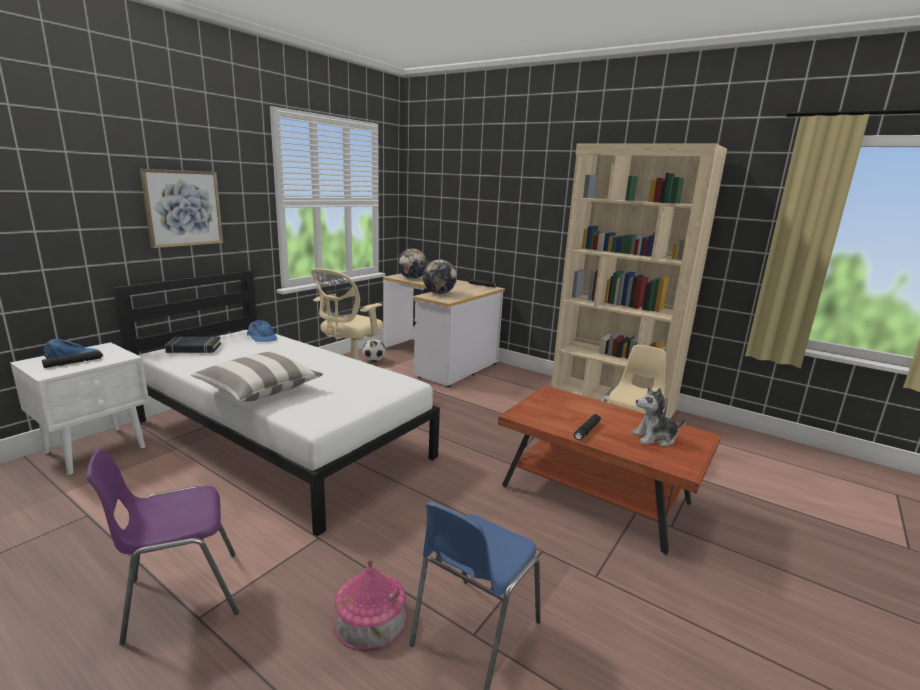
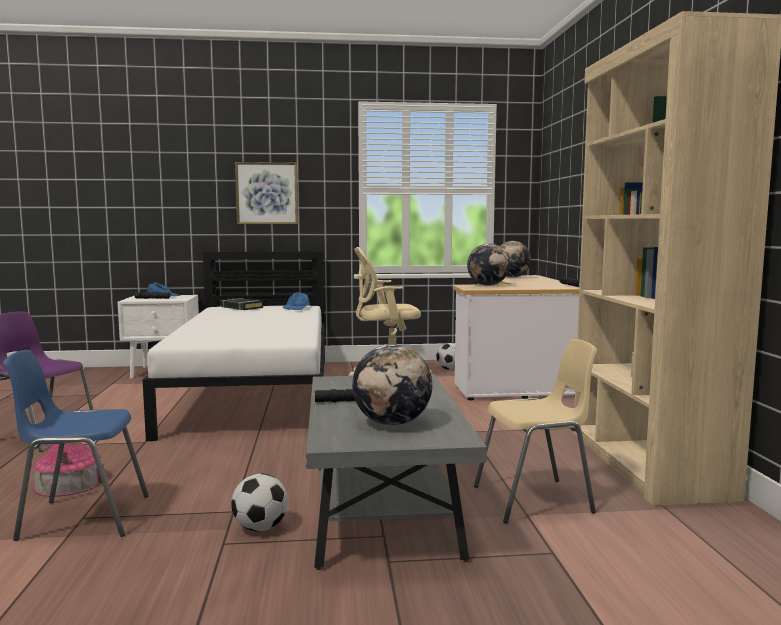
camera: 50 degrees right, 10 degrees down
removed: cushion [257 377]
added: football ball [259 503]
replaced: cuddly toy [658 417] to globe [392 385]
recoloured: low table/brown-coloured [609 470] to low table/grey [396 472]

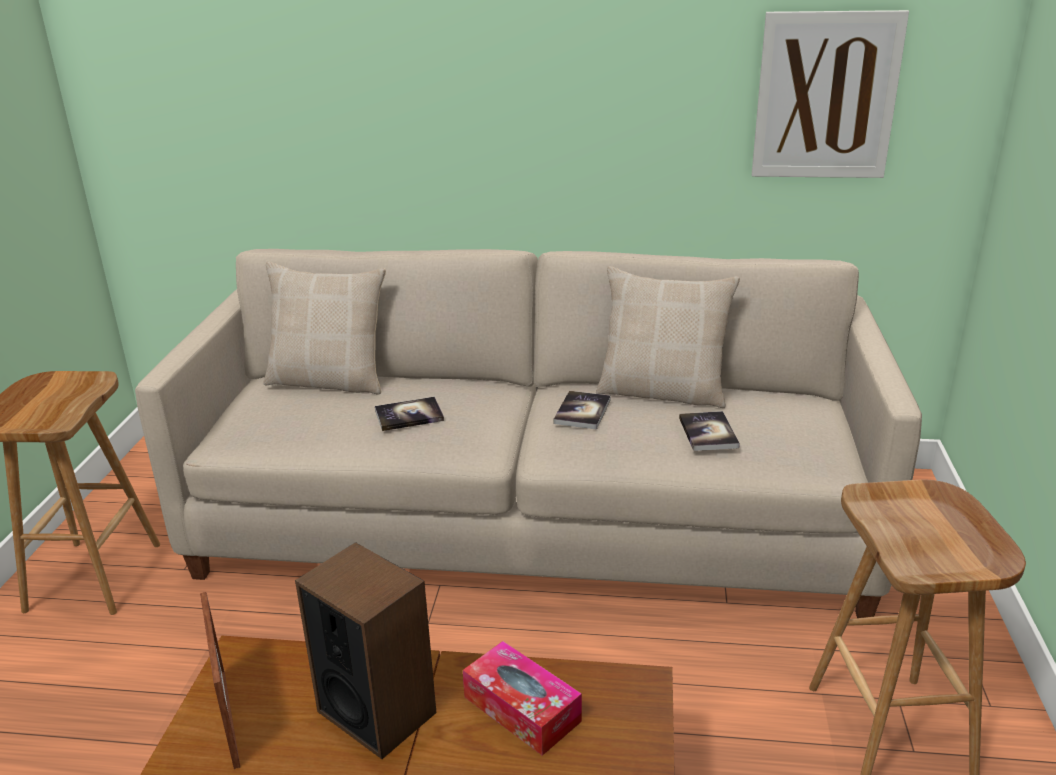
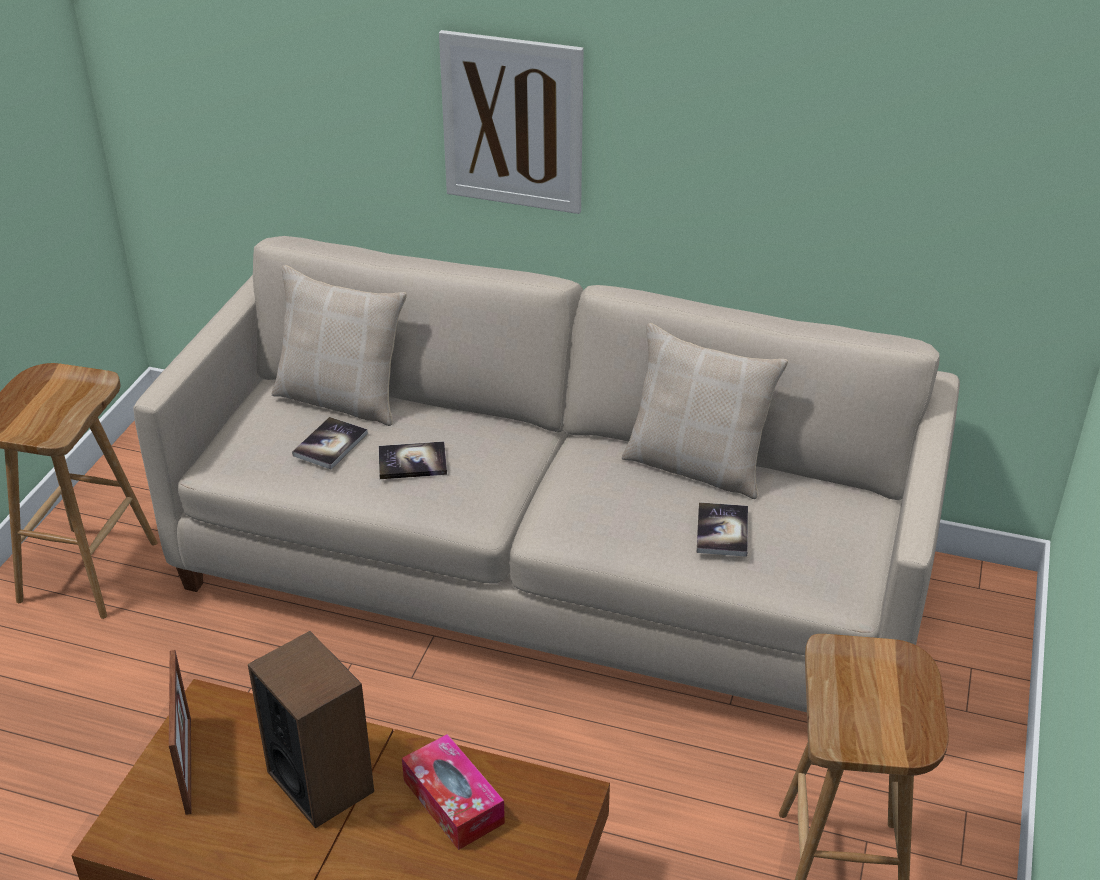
camera: 10 degrees right, 10 degrees up
moved: wall art [830 94] to [511 122]; volume [582 410] to [330 443]

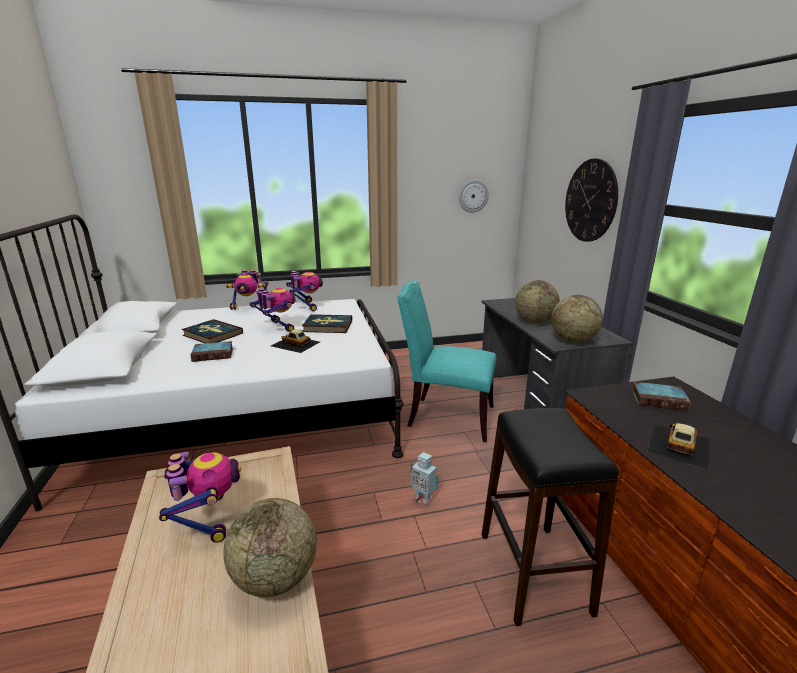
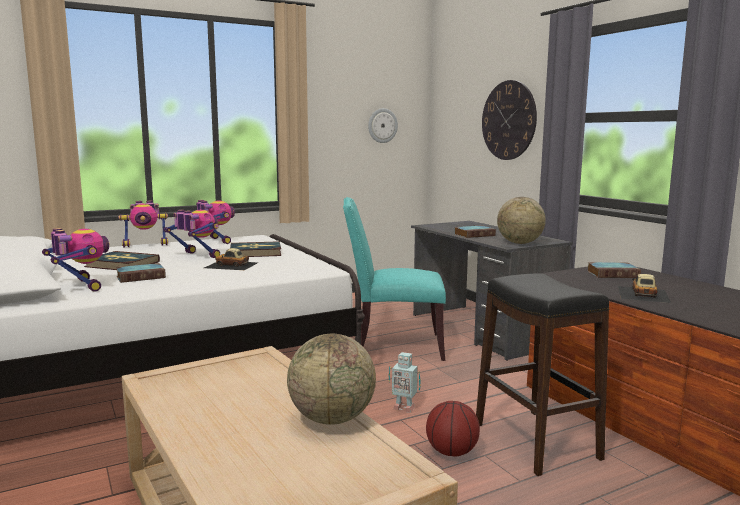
camera: 15 degrees left, 10 degrees down
added: ball for basketball [453 428]
moved: toy robot [200 496] to [76 260]
replaced: globe [537 301] to volume [475 231]

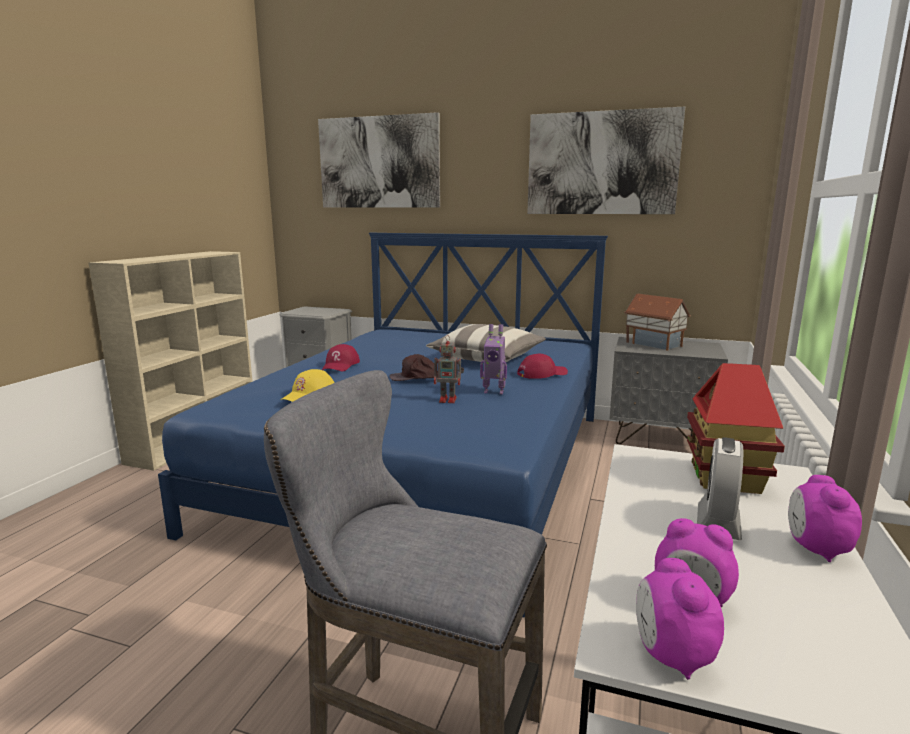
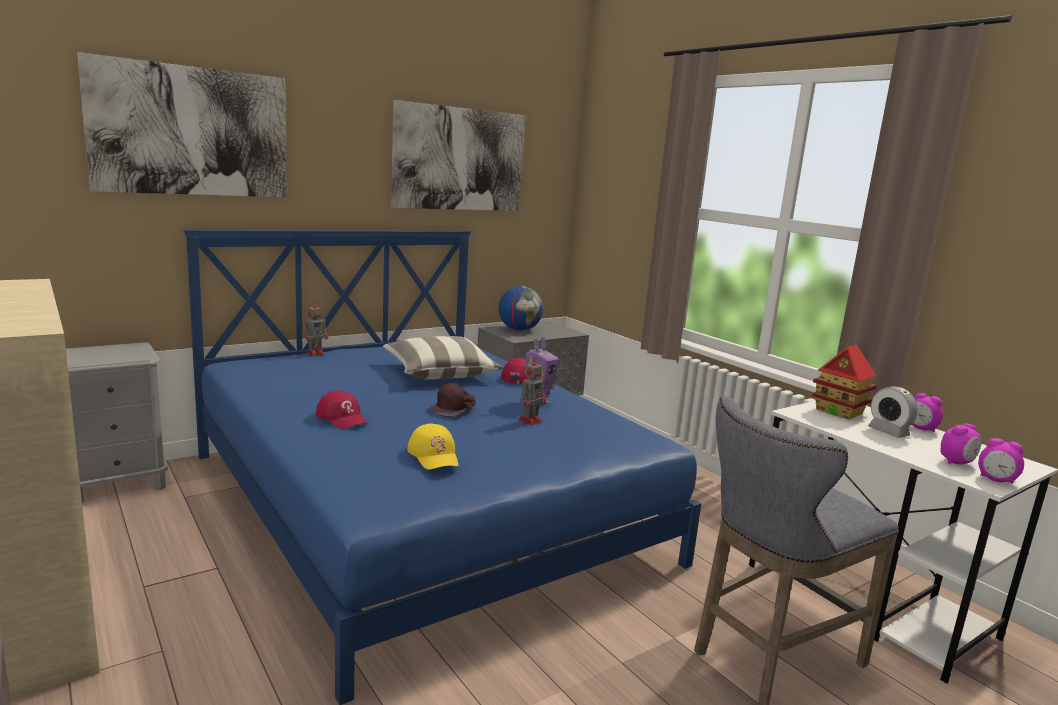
camera: 55 degrees left, 0 degrees up
added: toy robot [316 328]
replaced: model house [657 322] to globe [520 308]

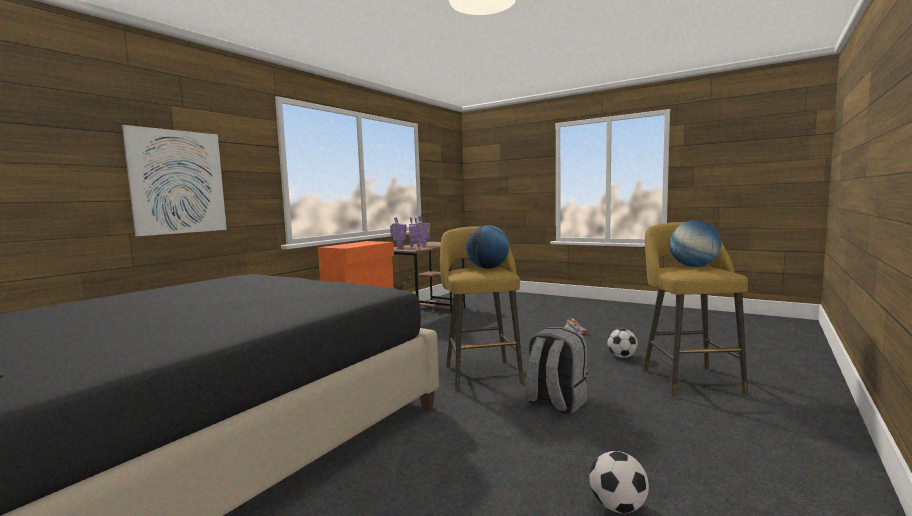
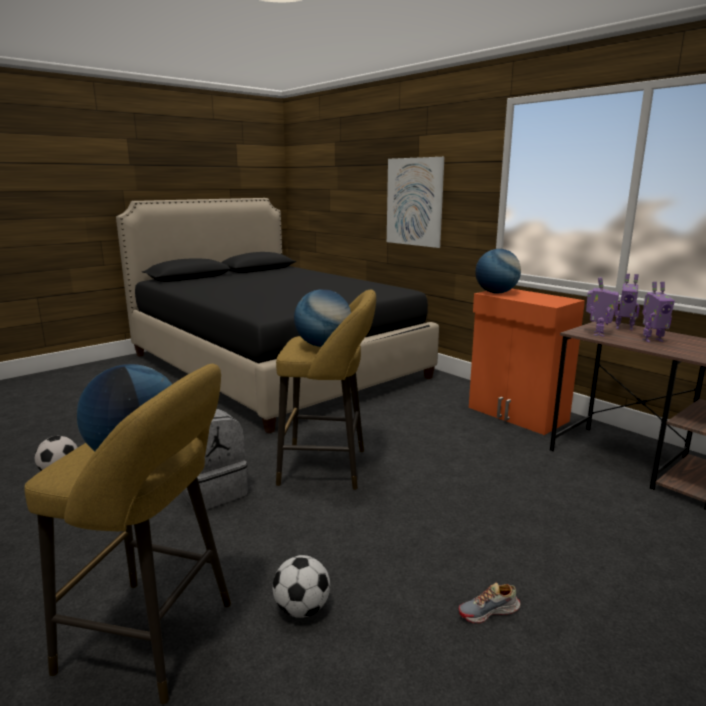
camera: 105 degrees right, 10 degrees up
added: globe [498 271]

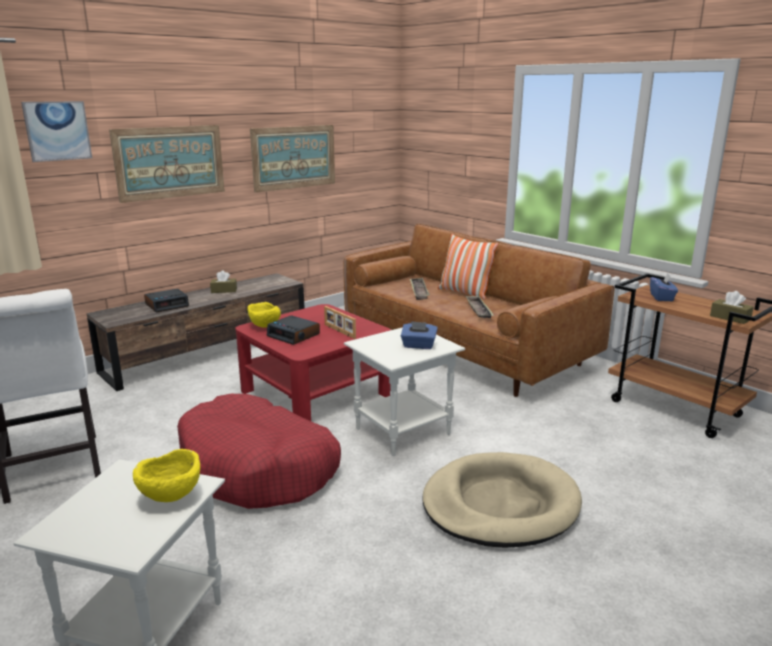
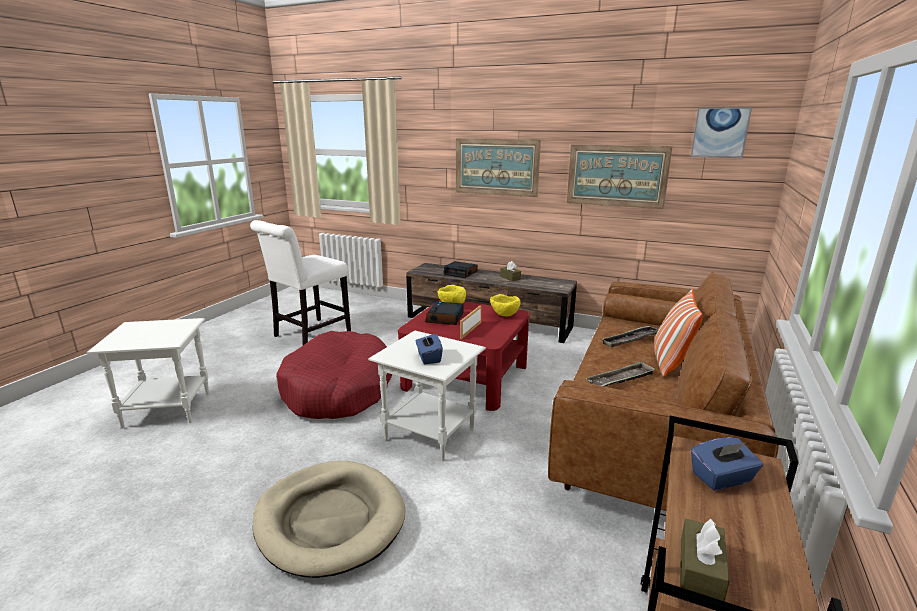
camera: 65 degrees right, 0 degrees up
moved: wall art [56 131] to [721 132]; bowl/yellow-coloured [166 475] to [505 305]

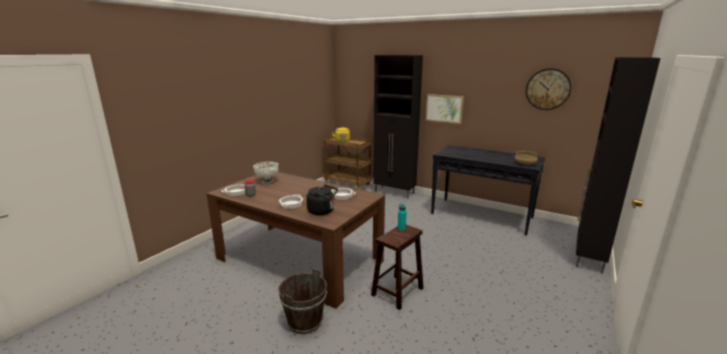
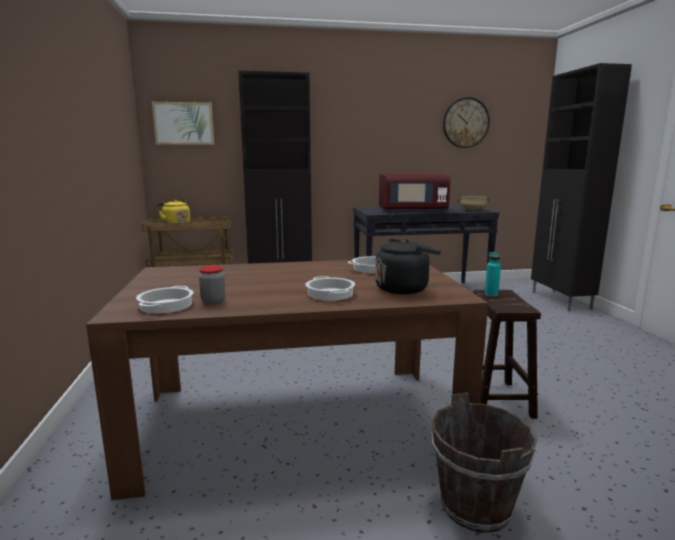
camera: 40 degrees left, 5 degrees down
removed: bowl/white [265 172]
added: microwave oven/reddish [415 193]
moved: wall art [444 109] to [183 123]

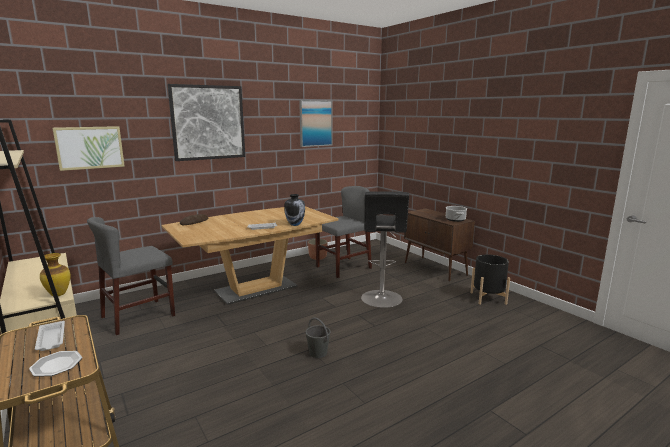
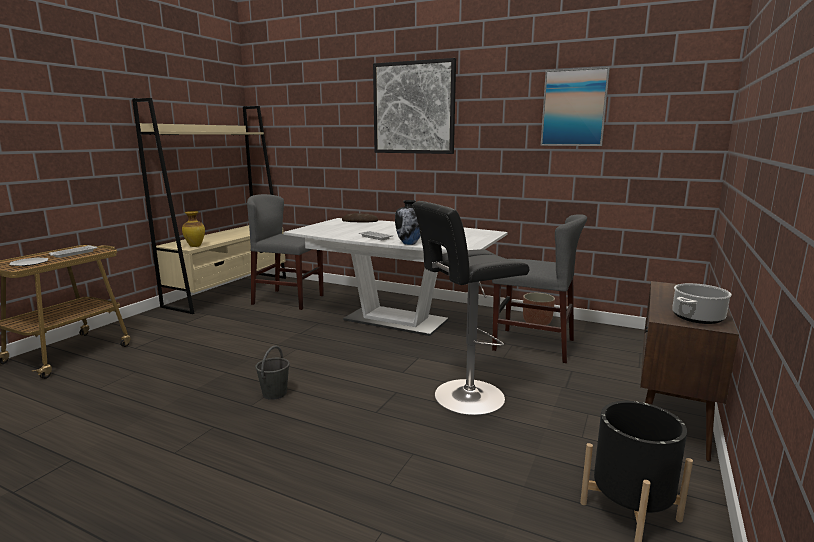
camera: 60 degrees right, 0 degrees up
removed: wall art [89 148]
recoloured: dining table/brown-coloured [250 255] to dining table/white [395 277]

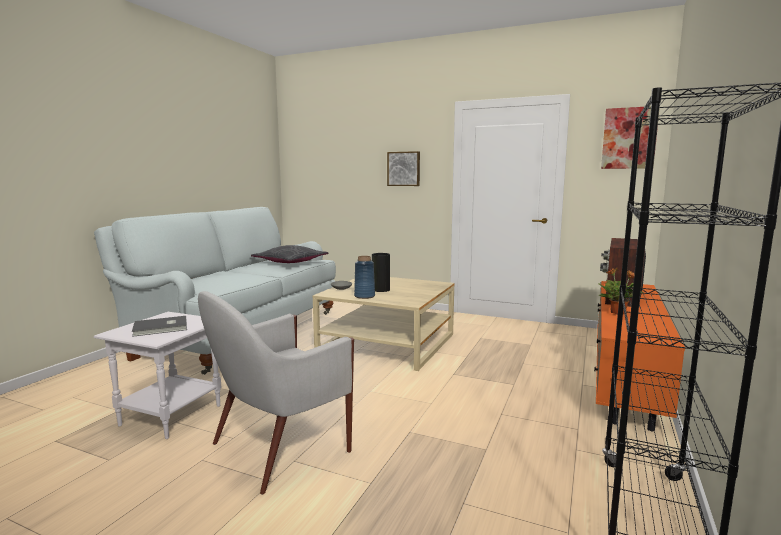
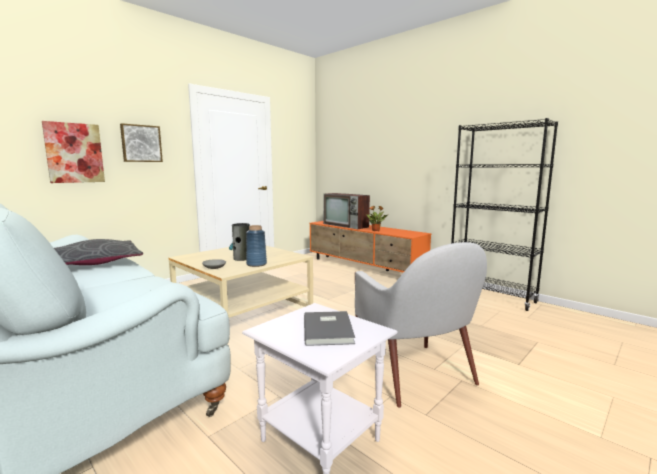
camera: 70 degrees left, 0 degrees up
moved: wall art [630 137] to [73 152]

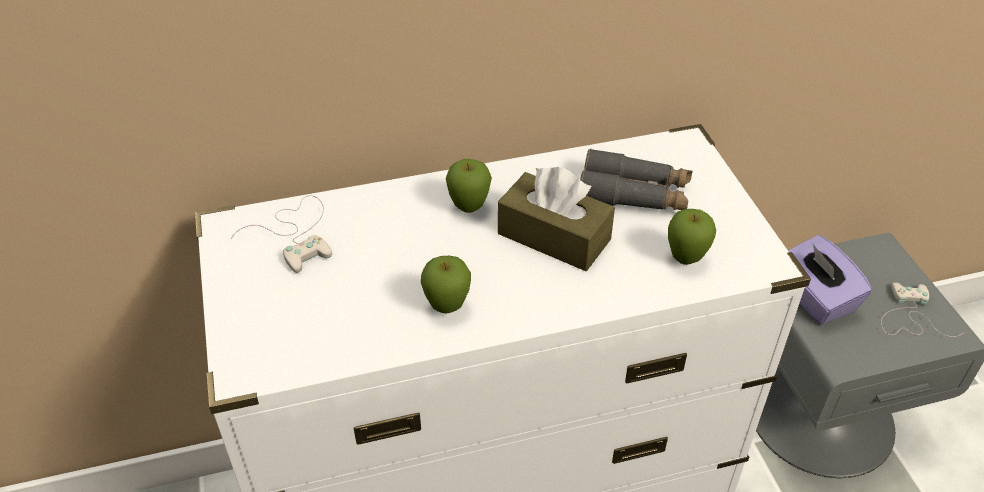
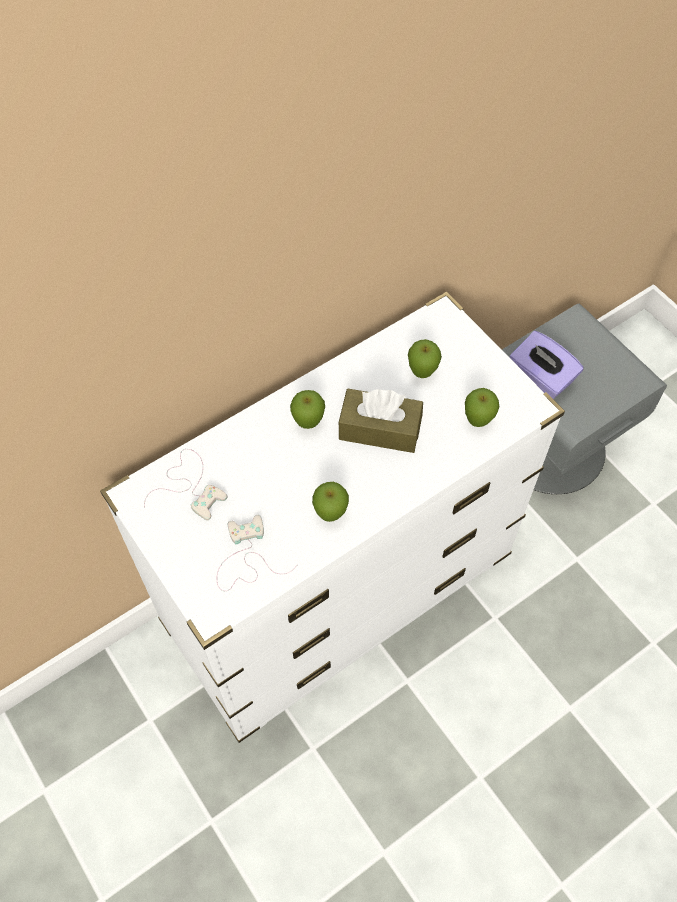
camera: 20 degrees left, 15 degrees up
moved: gamepad/white [922 309] to [257 553]
replaced: pair of binoculars/grey [636 179] to whole apple [425 358]

